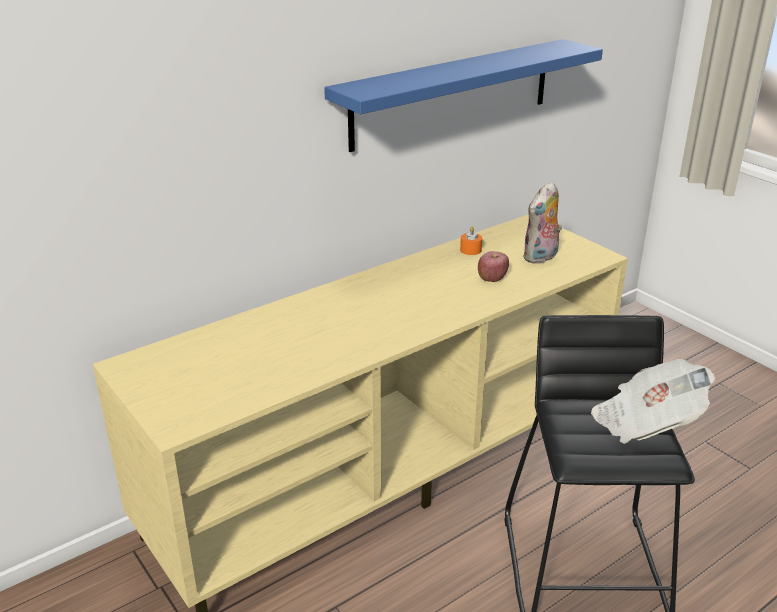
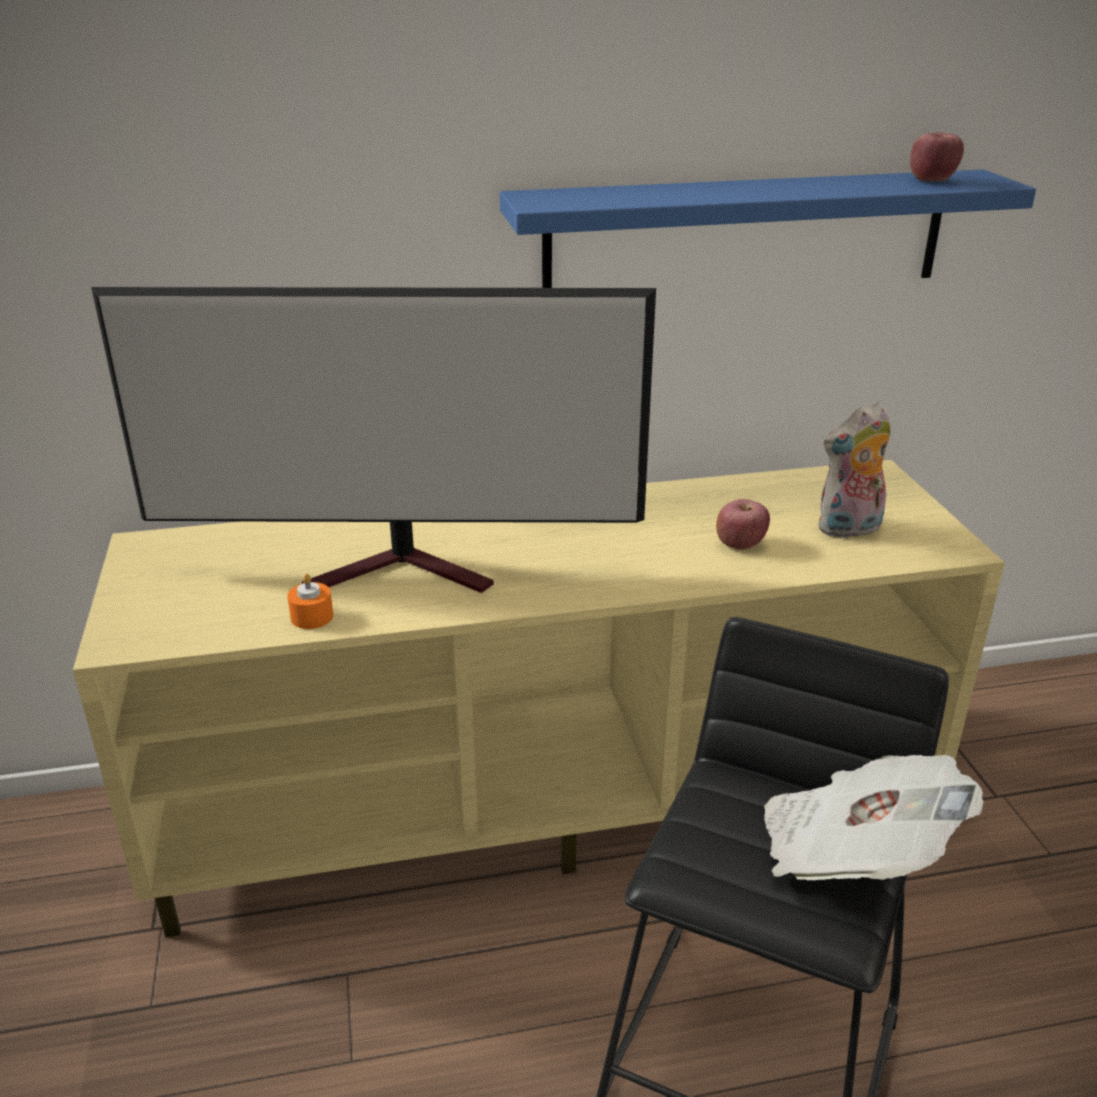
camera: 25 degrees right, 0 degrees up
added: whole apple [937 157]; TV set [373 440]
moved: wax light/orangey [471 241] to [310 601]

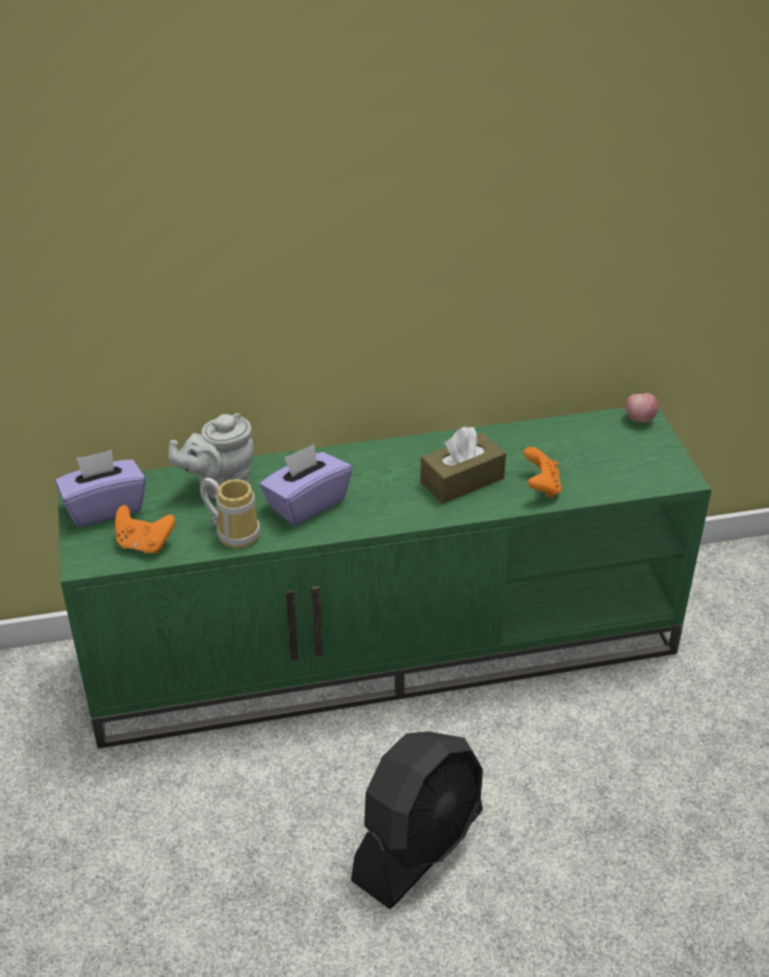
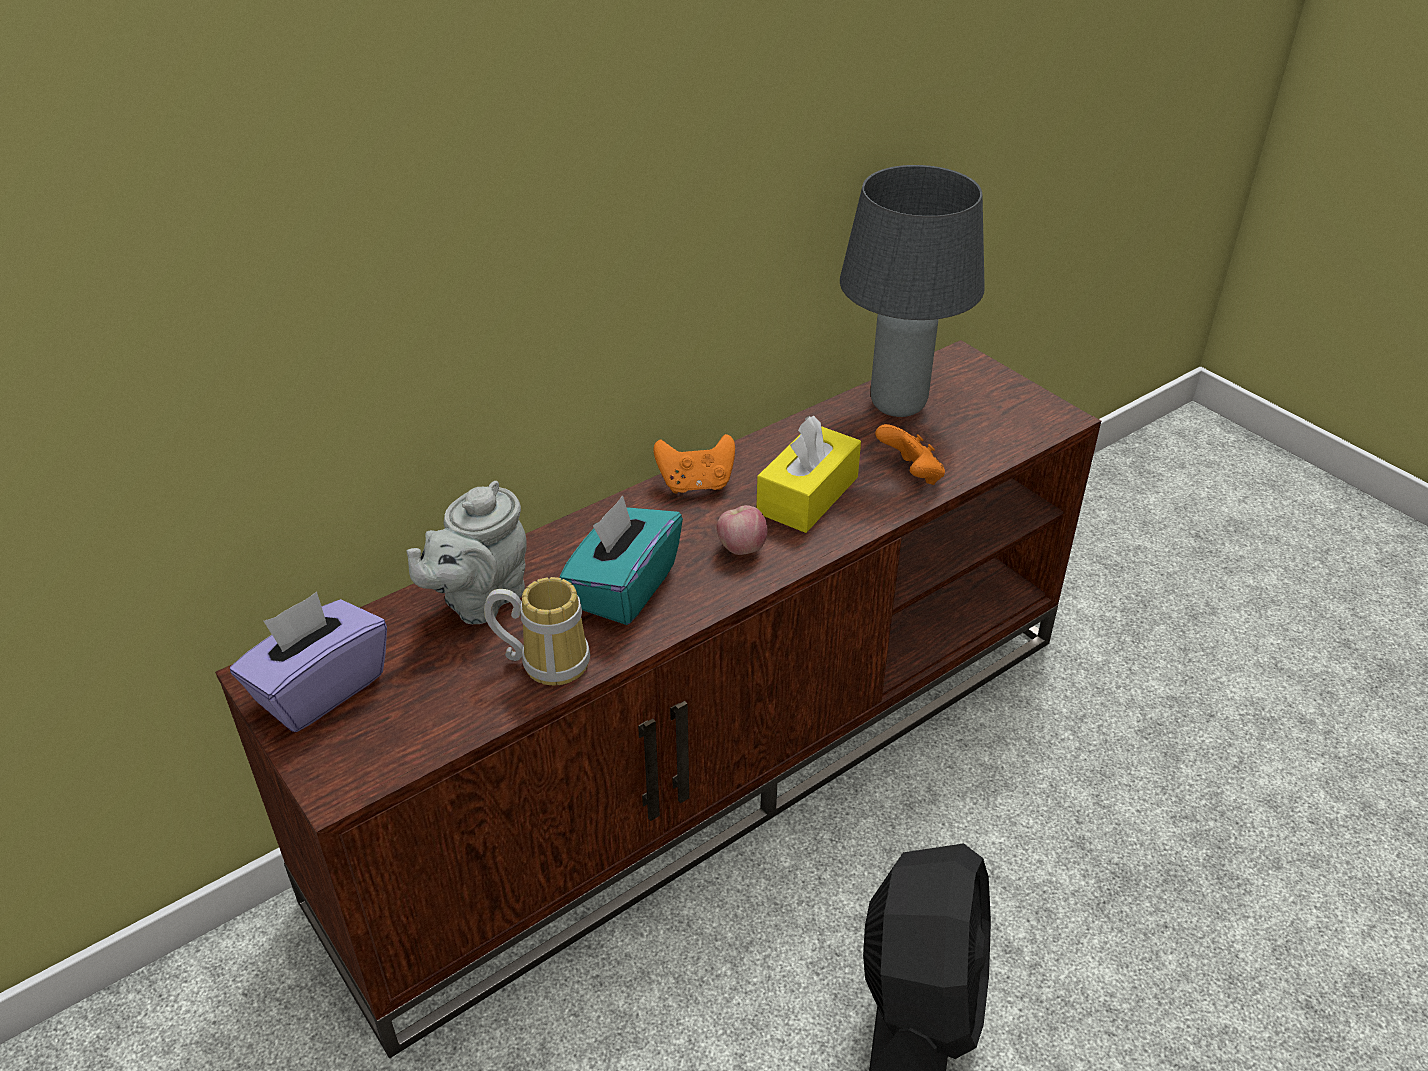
camera: 25 degrees left, 0 degrees up
added: table lamp/grey [912 291]
moved: whole apple [642 407] to [741 530]; gamepad/orangey [145 529] to [694 464]
recoloured: media console/green-coloured [385 578] to media console/brown-coloured [658 699]; tissue box/brown-coloured [463 465] to tissue box/yellow-coloured [808 474]; tissue box/purple-coloured [306 485] to tissue box/turquoise [621 560]

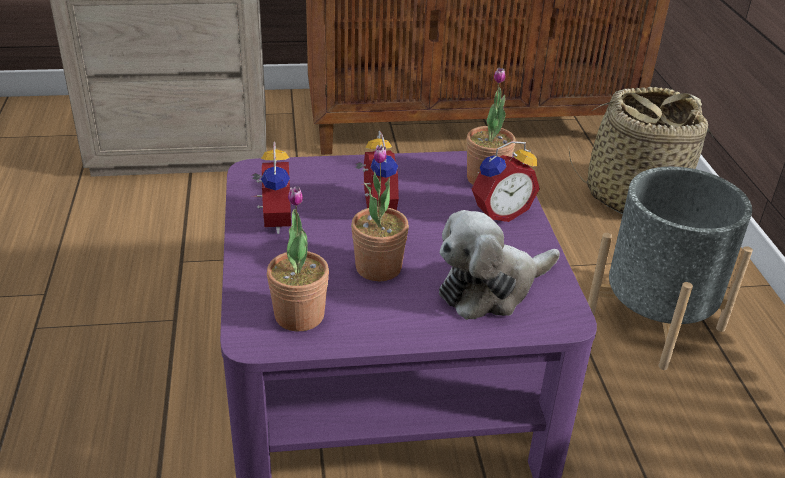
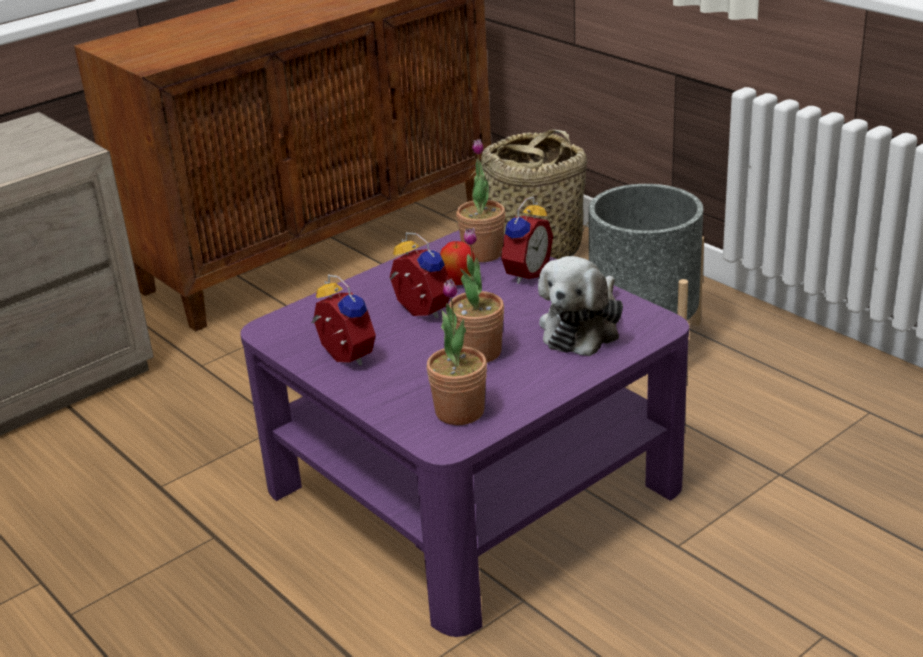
camera: 30 degrees left, 5 degrees down
added: whole apple [457 263]

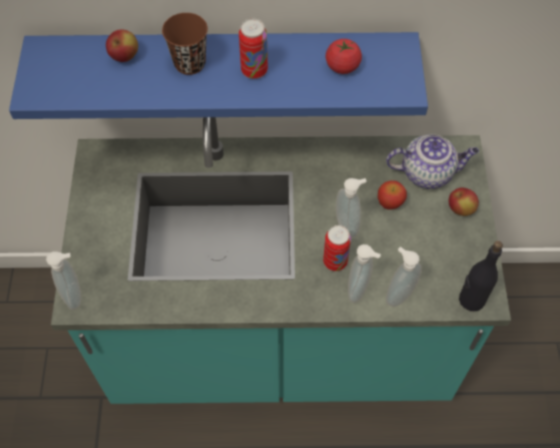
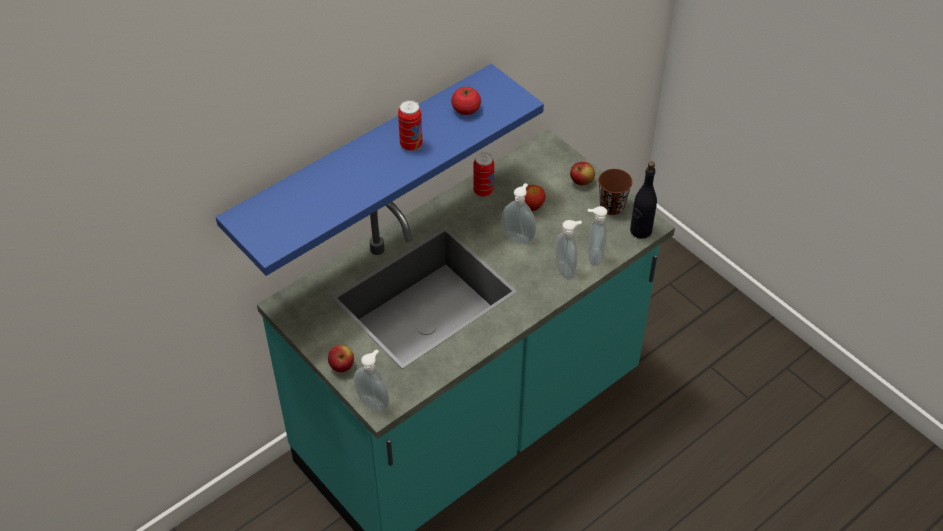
camera: 40 degrees left, 10 degrees down
removed: pot for tea [432 161]
moved: small cup/brown-coloured [185 44] to [615 192]; whole apple [122 45] to [341 358]; sealed can [337 248] to [484 174]

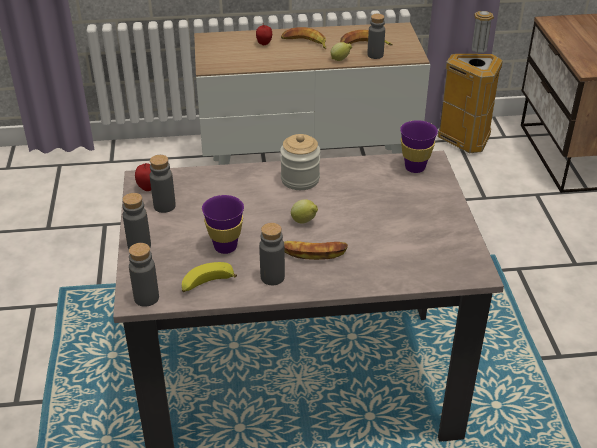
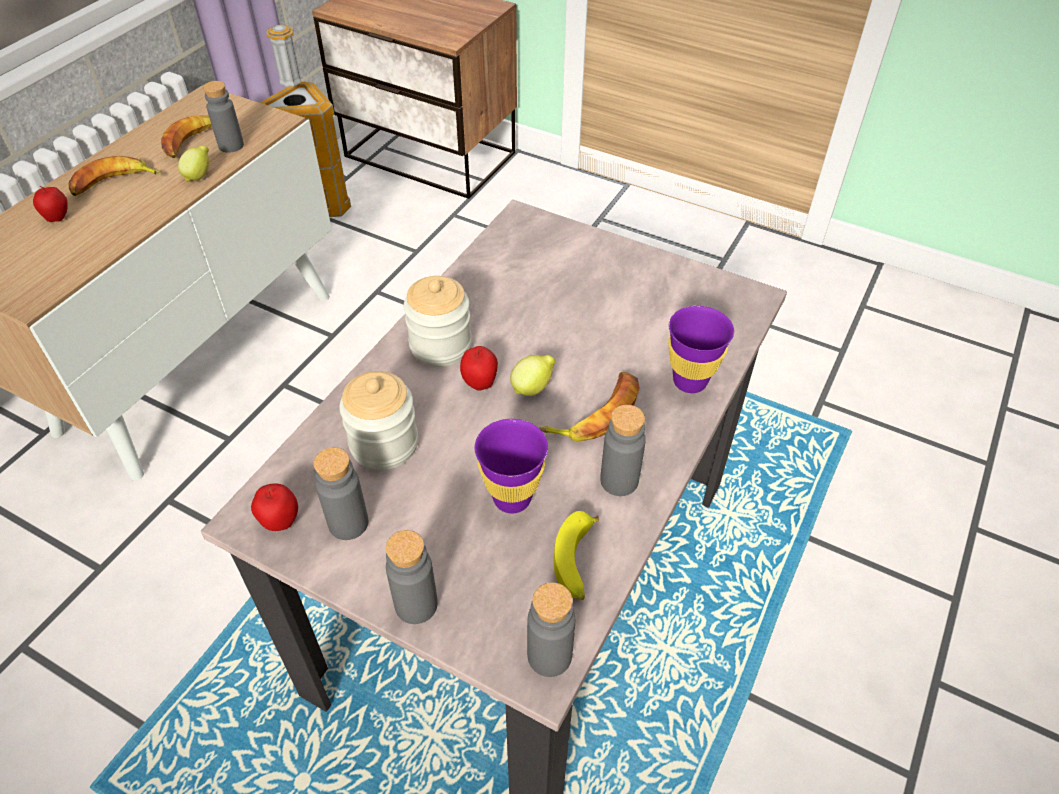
camera: 55 degrees left, 10 degrees up
added: whole apple [479 368]; storage jar [378 420]
moved: small cup/purple-coloured [419 146] to [701 349]

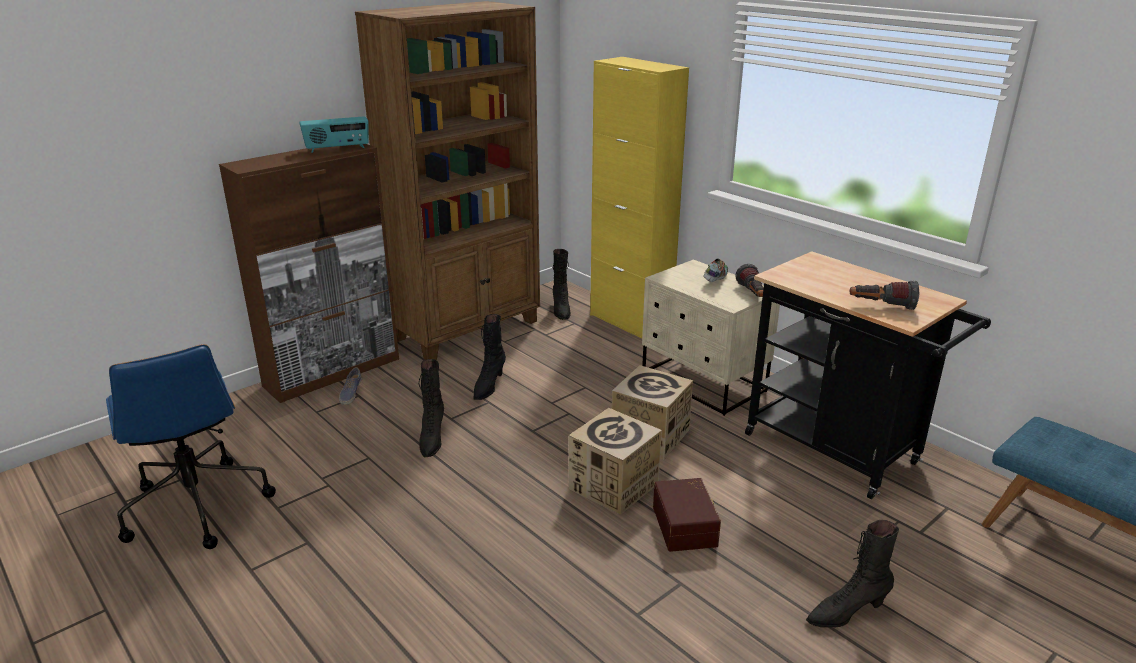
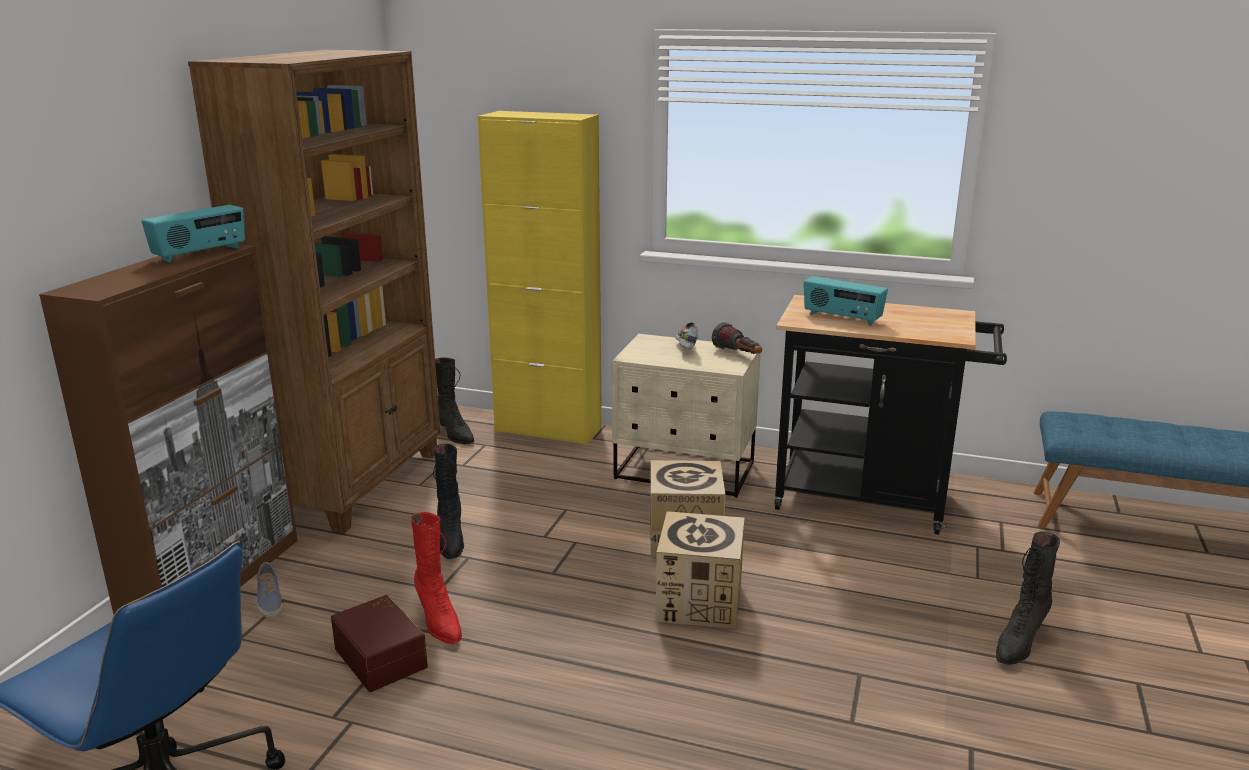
camera: 30 degrees left, 5 degrees down
removed: torch [884 295]
added: radio receiver [846 301]
moved: storage box/brown-coloured [687 515] to [379 643]
recoloured: tall boot/blackish [431 408] to tall boot/reddish [436 578]

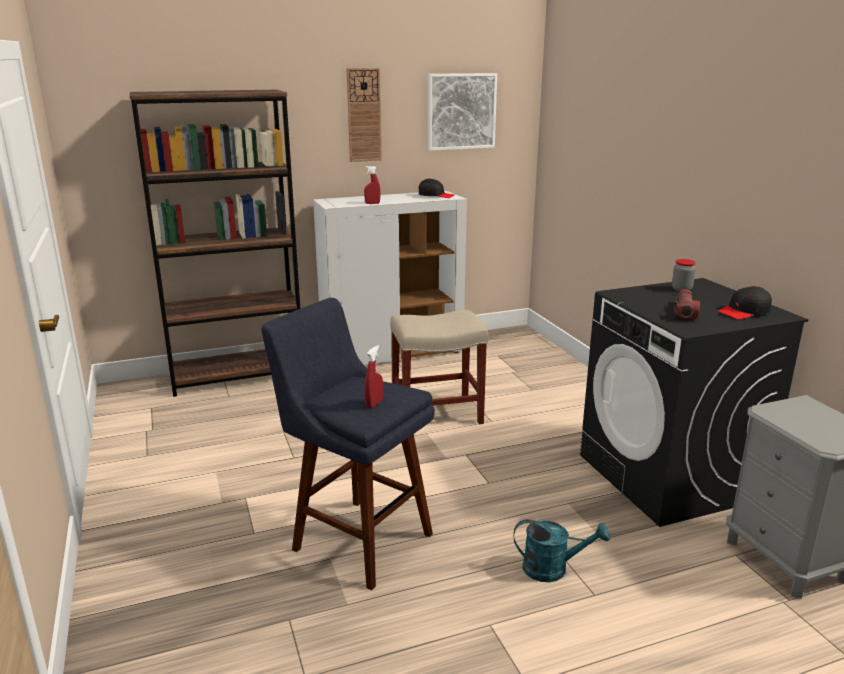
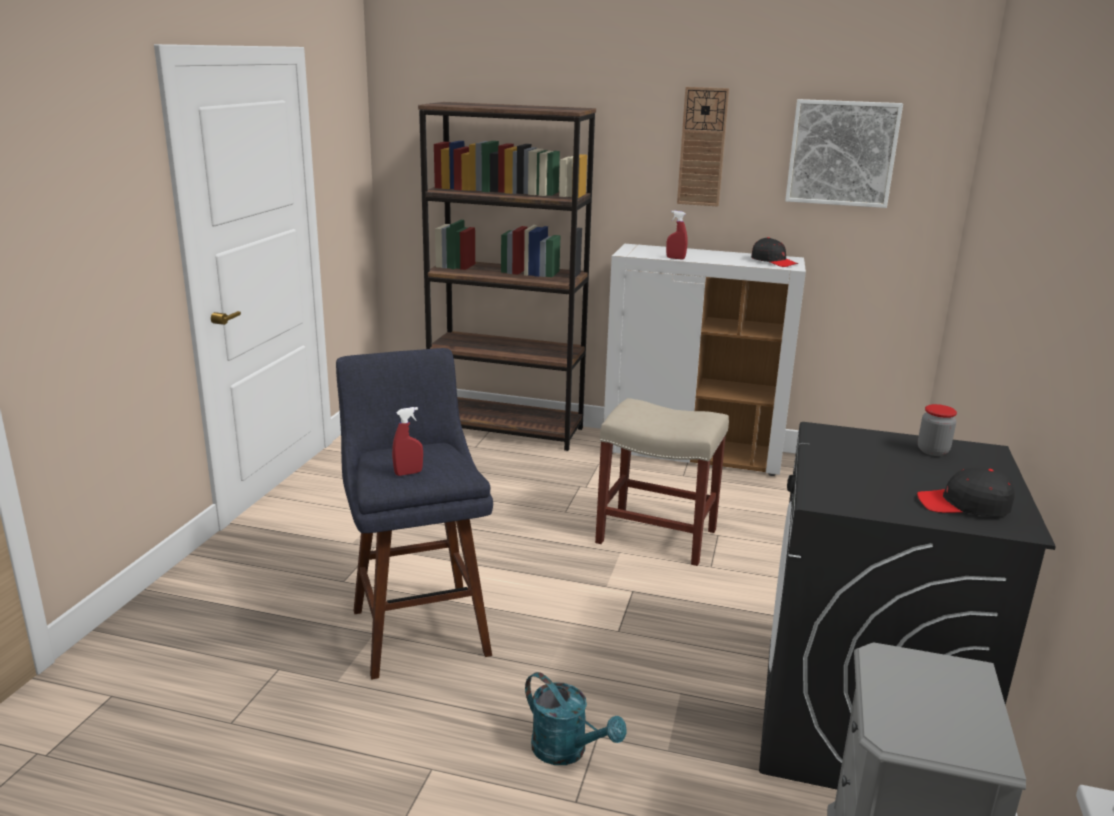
camera: 35 degrees right, 0 degrees up
removed: torch [687 304]

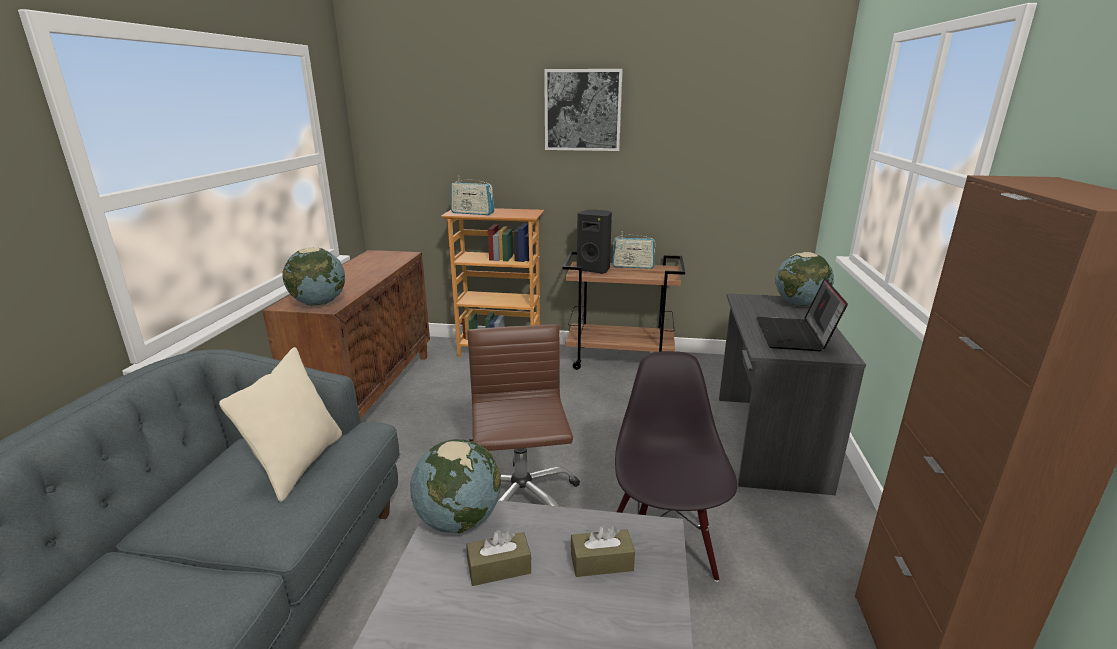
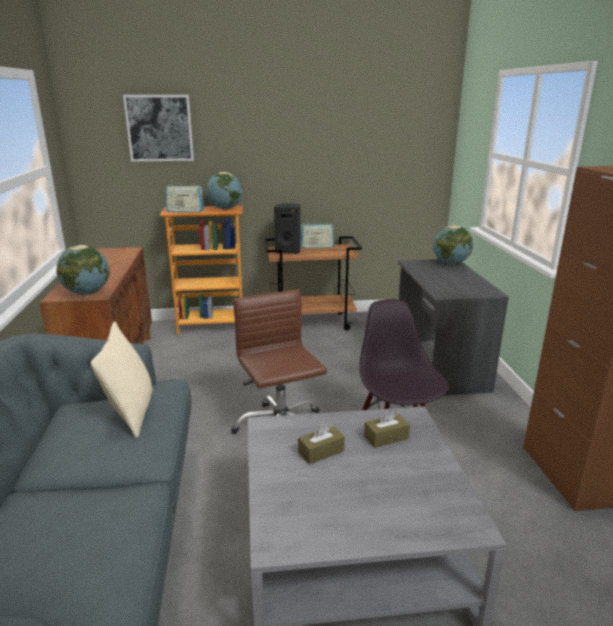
camera: 15 degrees left, 0 degrees up
removed: portable computer [802 314]
moved: wall art [583 110] to [158 128]; globe [455 486] to [224 191]

